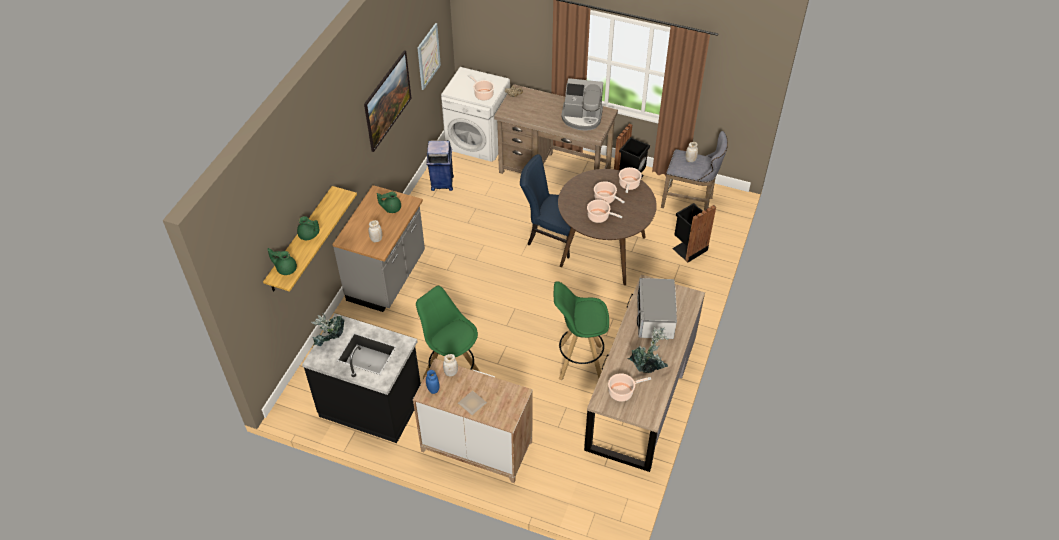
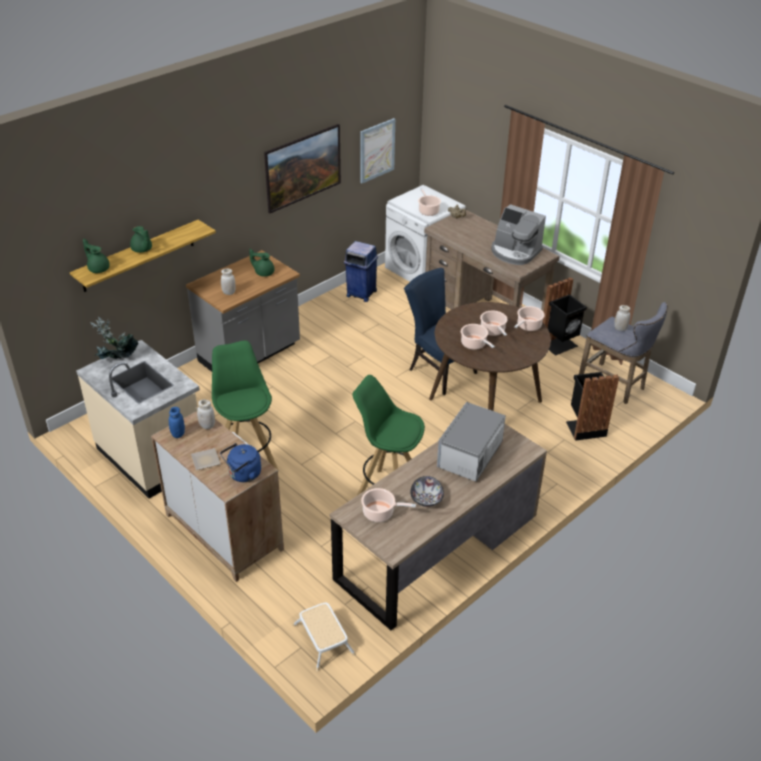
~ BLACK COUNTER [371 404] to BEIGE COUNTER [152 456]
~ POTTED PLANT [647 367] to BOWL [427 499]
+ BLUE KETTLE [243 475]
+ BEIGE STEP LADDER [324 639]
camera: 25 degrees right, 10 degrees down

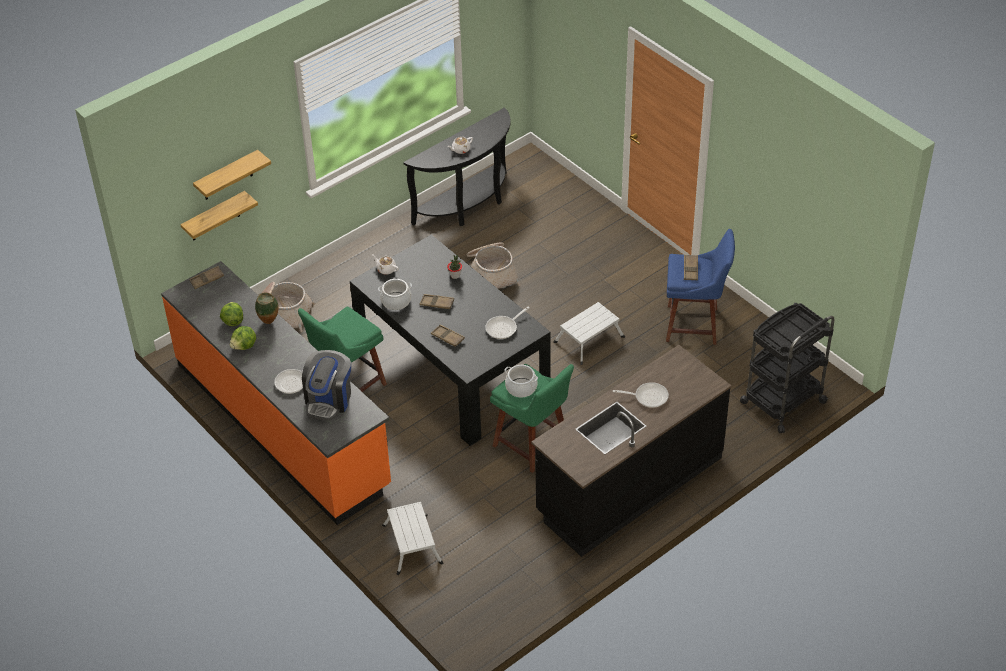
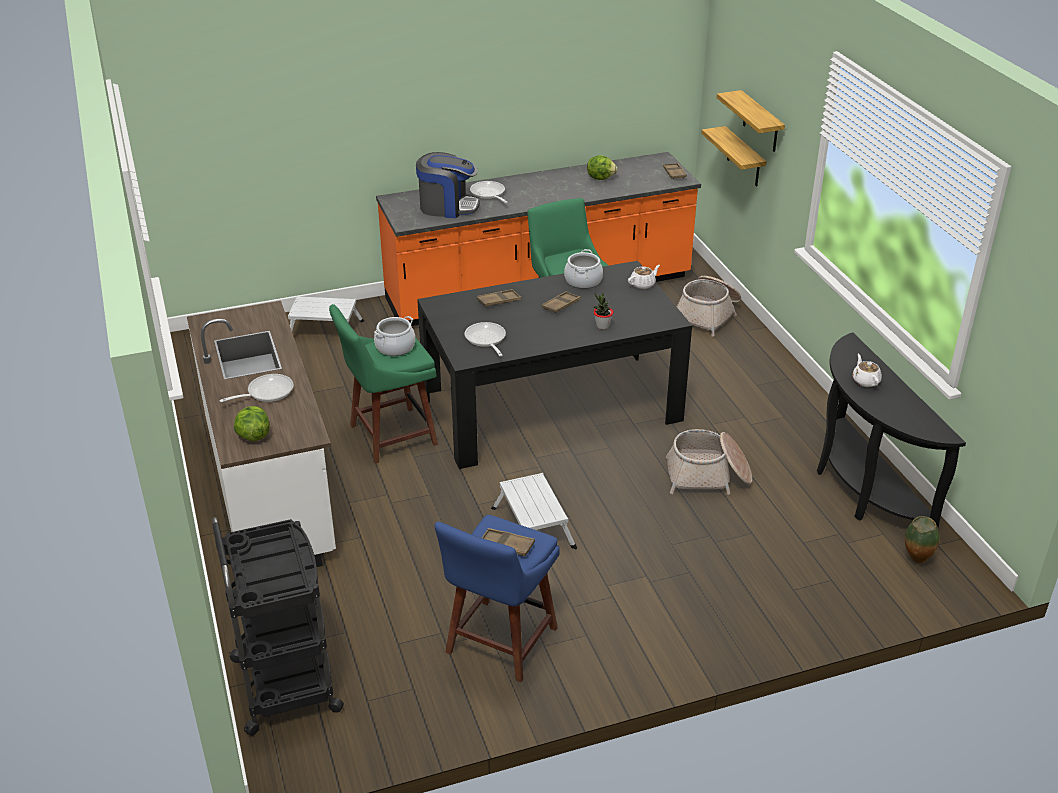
~ VASE [269 322] to [916 561]
~ LETTUCE [244 346] to [253 436]
~ BLACK COUNTER [629 485] to WHITE COUNTER [271 490]
~ COFFEE MACHINE [329 400] = [448 207] 150 degrees clockwise
~ FRYING PAN [648 397] = [266 392] 150 degrees counterclockwise
camera: 110 degrees right, 10 degrees down

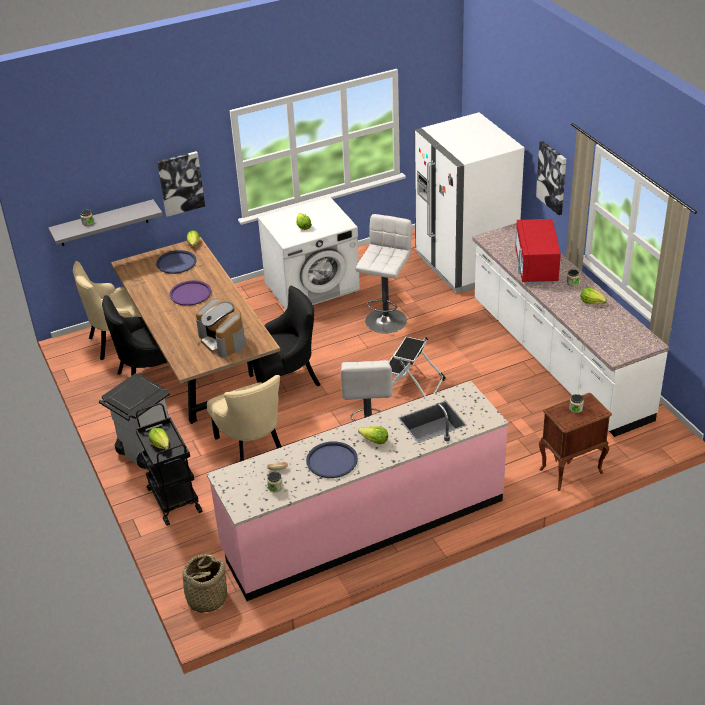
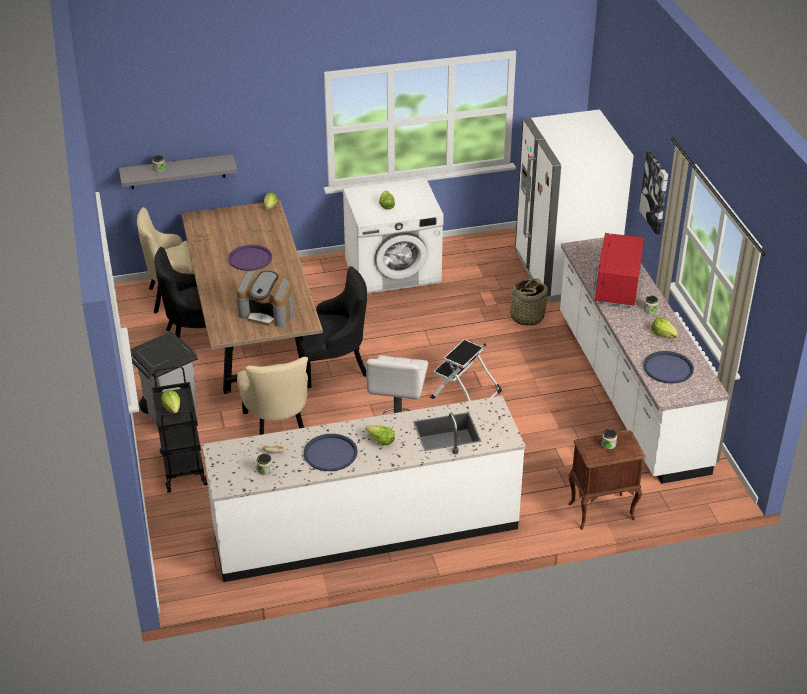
- PICTURE [180 183]
- WHITE STOOL [386 321]
~ BLUE TRAY [176 262] to [668 368]
~ COFFEE MACHINE [223 340] = [267 312] 45 degrees counterclockwise
~ PINK COUNTER [364 525] to WHITE COUNTER [365 528]
~ BASKET [206 598] to [526 317]
camera: 10 degrees right, 0 degrees up

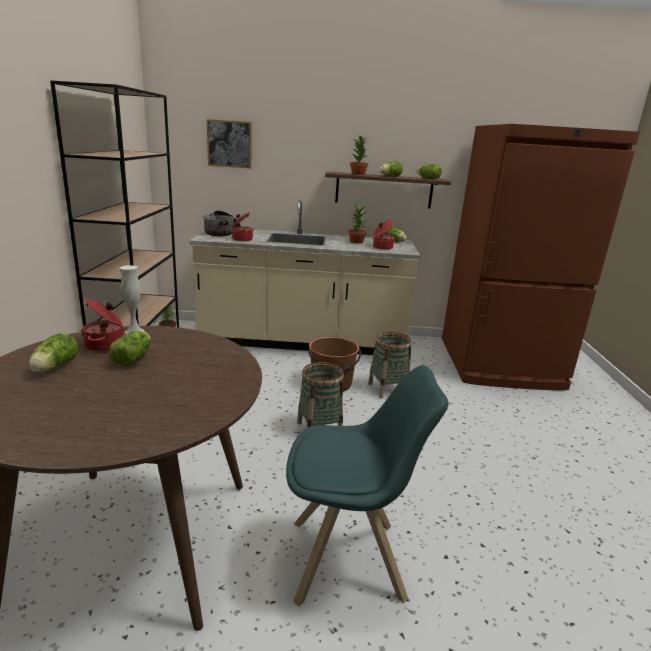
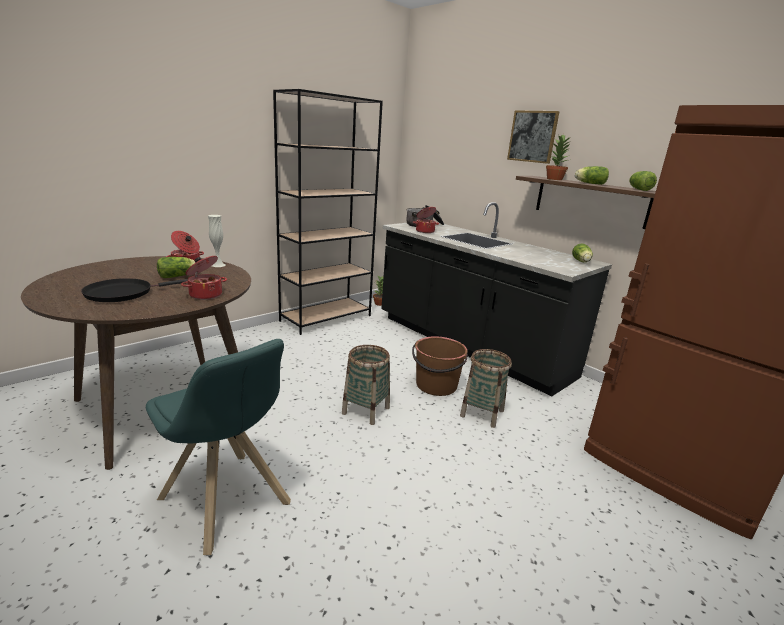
~ PICTURE [229 144] to [532 136]
~ BEIGE COUNTER [302 342] to BLACK COUNTER [469 346]
- POTTED PLANT [356 242]
~ COOKING POT [382 247] to [205 294]
- LETTUCE [53 367]
+ BLACK FRYING PAN [123 293]
camera: 45 degrees right, 0 degrees up

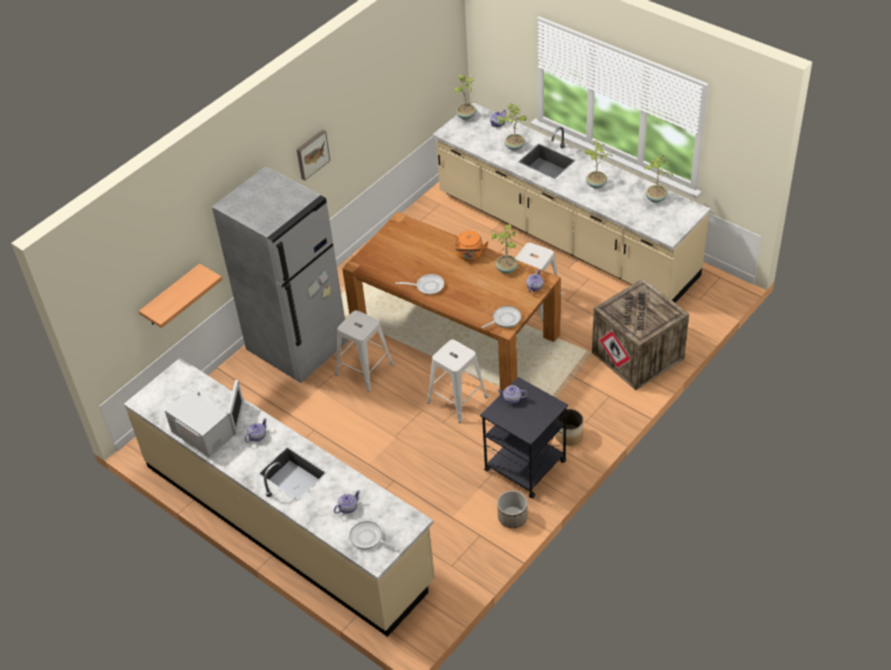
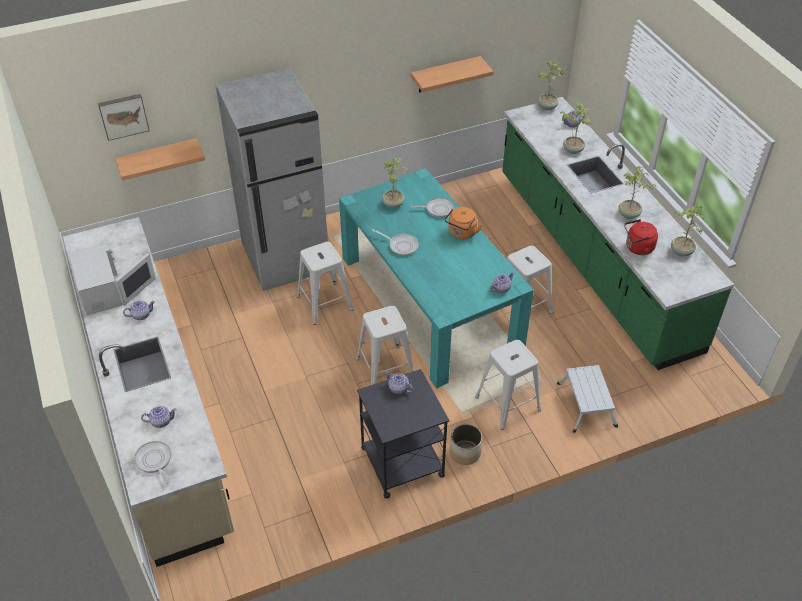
~ BEIGE COUNTER [565 236] to GREEN COUNTER [593 259]
~ PICTURE [311 154] to [123 116]
~ BROWN DINING TABLE [454 329] to TURQUOISE DINING TABLE [429 302]
~ POTTED PLANT [507 268] to [393 204]
~ CRATE [636 355] to WHITE STEP LADDER [586 404]
~ FRYING PAN [505 319] to [438 209]
- PLANTER [512 517]
+ SHELF [445 75]
+ RED KETTLE [637 248]
+ WHITE STOOL [507 403]
camera: 25 degrees right, 0 degrees up

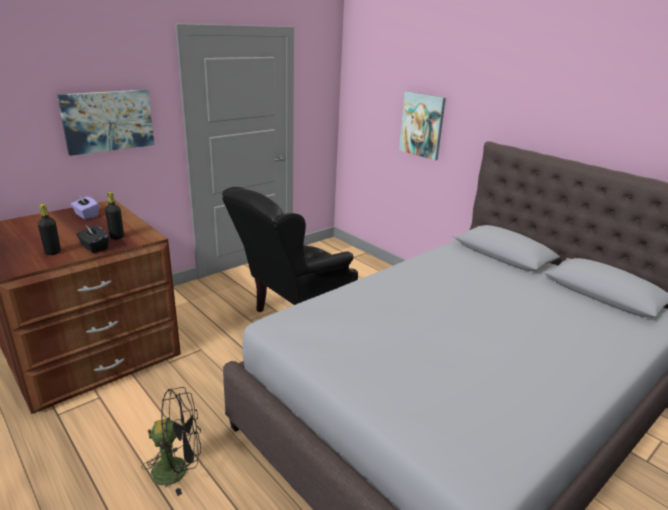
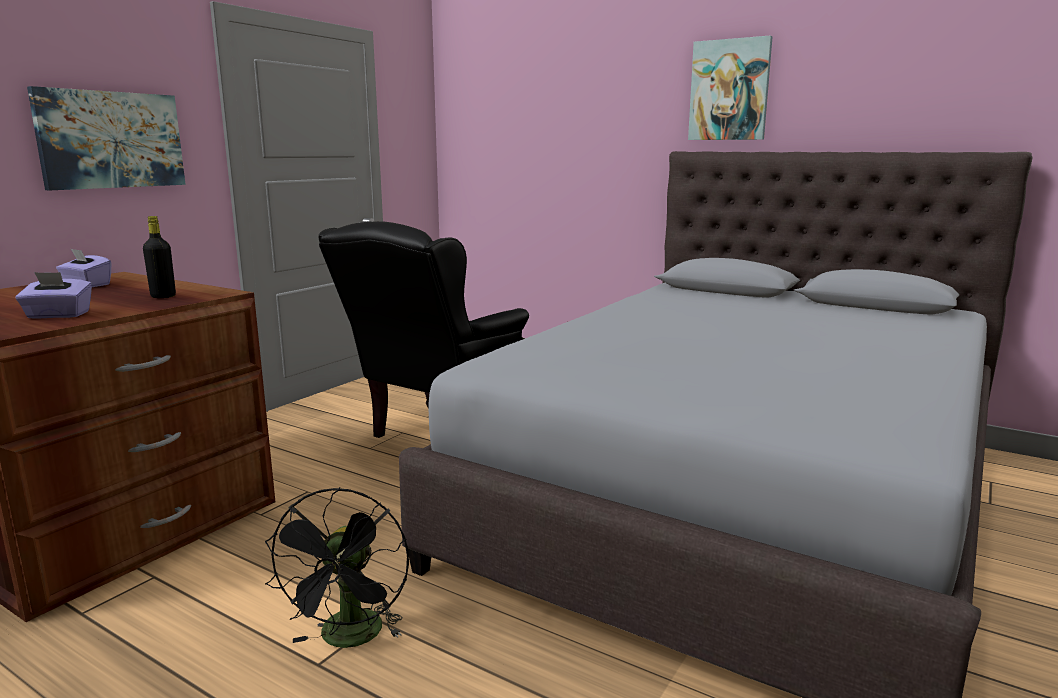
~ PICTURE [422 125] to [729 90]
~ BLACK BOTTLE [53 252] to PURPLE TISSUE BOX [58 315]
- BLACK TISSUE BOX [94 247]
~ BLACK FAN [178 469] = [350 639] 120 degrees clockwise
camera: 15 degrees left, 10 degrees down

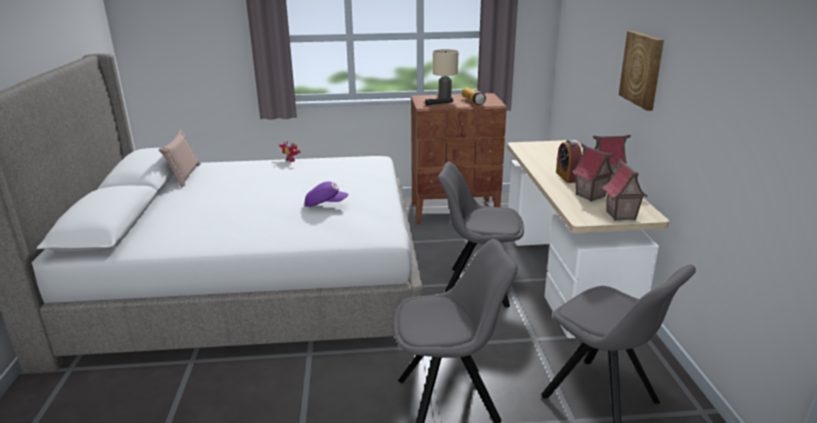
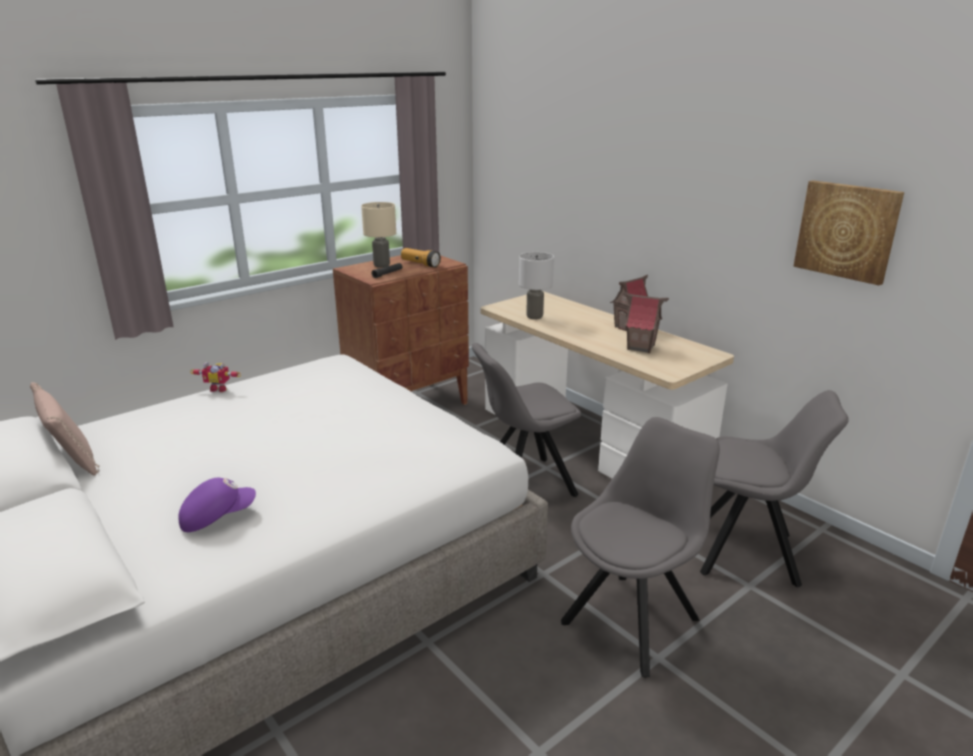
~ PICTURE [642 69] to [847 231]
- ALARM CLOCK [567 177]
- TOY HOUSE [620 215]
~ PURPLE CAP [326 204] to [217 517]
+ WHITE TABLE LAMP [534 316]
camera: 35 degrees left, 0 degrees up

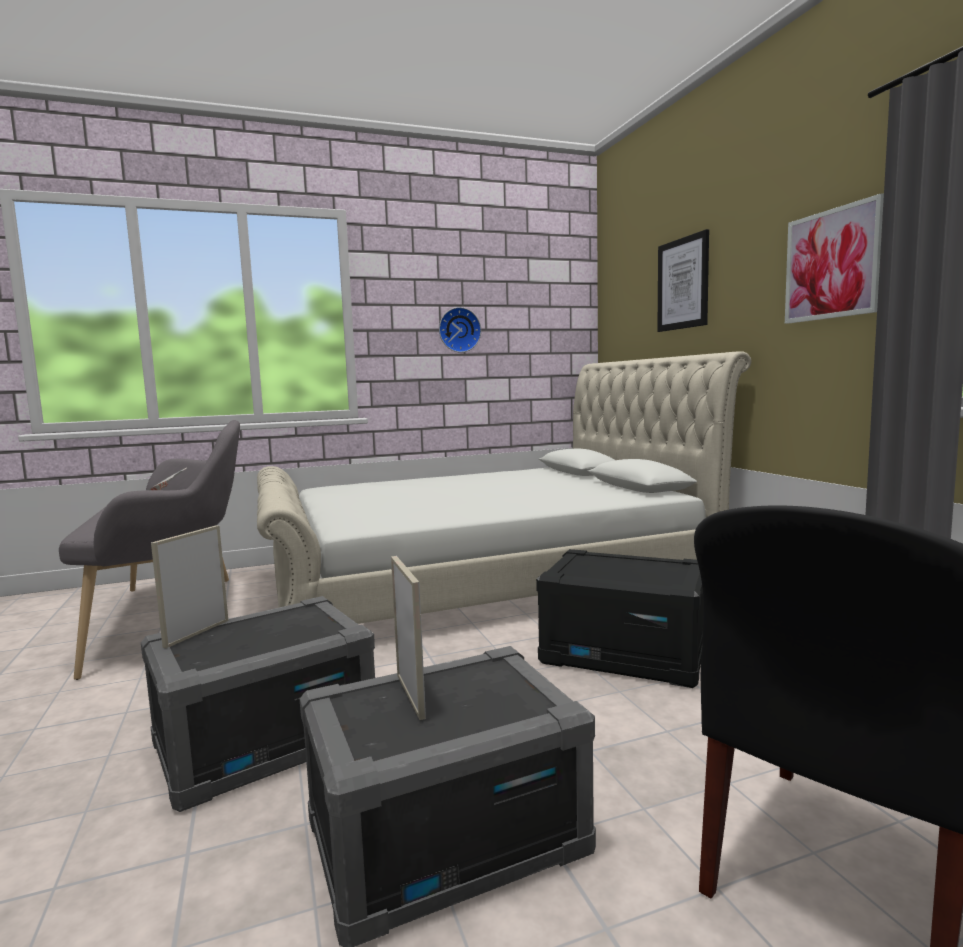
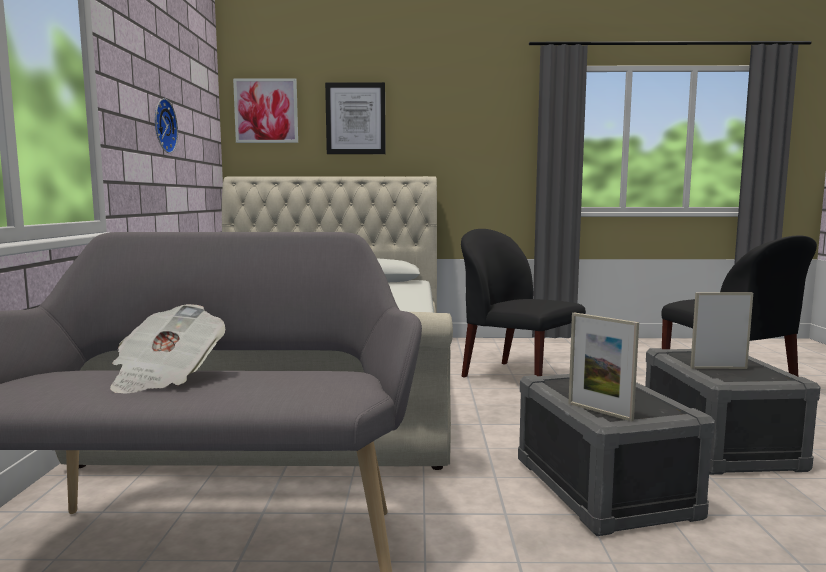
~ PICTURE [832 264] to [266 111]
~ BLACK STORAGE BOX [625 653] to BLACK CHAIR [517 378]
camera: 70 degrees left, 0 degrees up

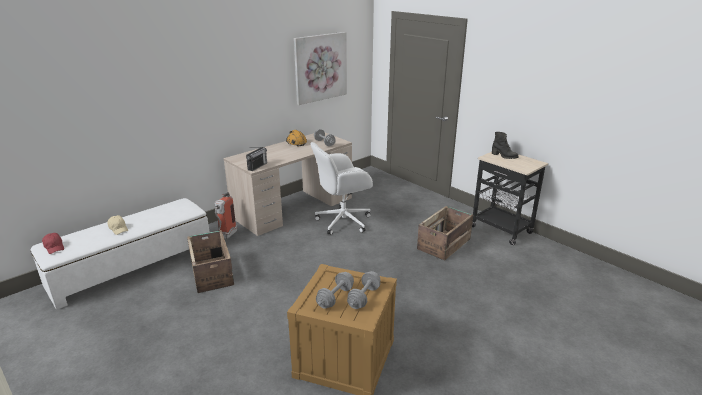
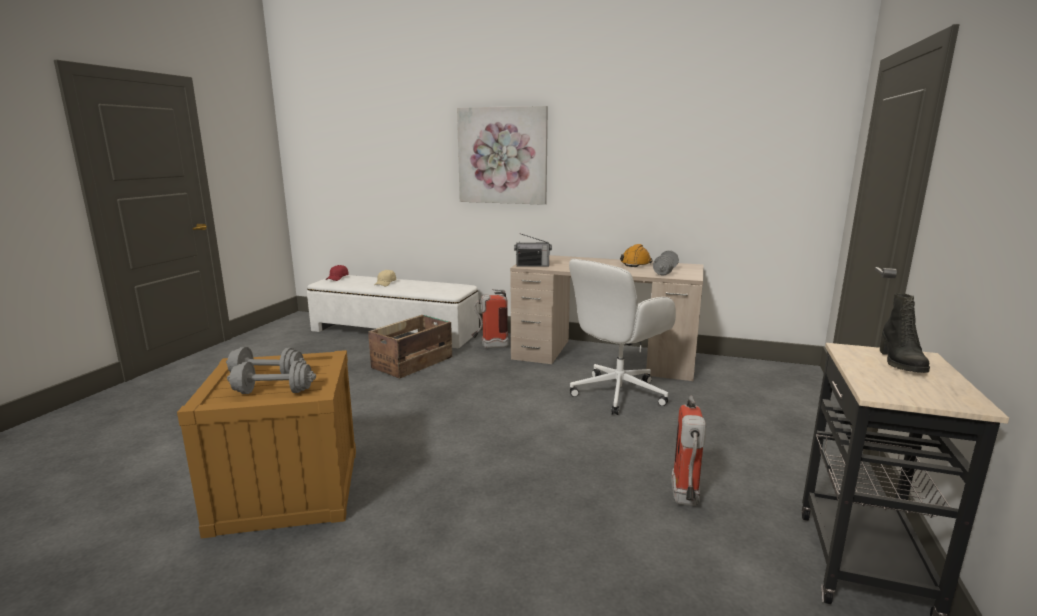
~ PICTURE [320 67] to [502 156]
~ WHITE OFFICE CHAIR [343 222] = [617 394] 75 degrees counterclockwise
~ CRATE [444 244] to FIRE EXTINGUISHER [685 500]
camera: 60 degrees right, 10 degrees down

